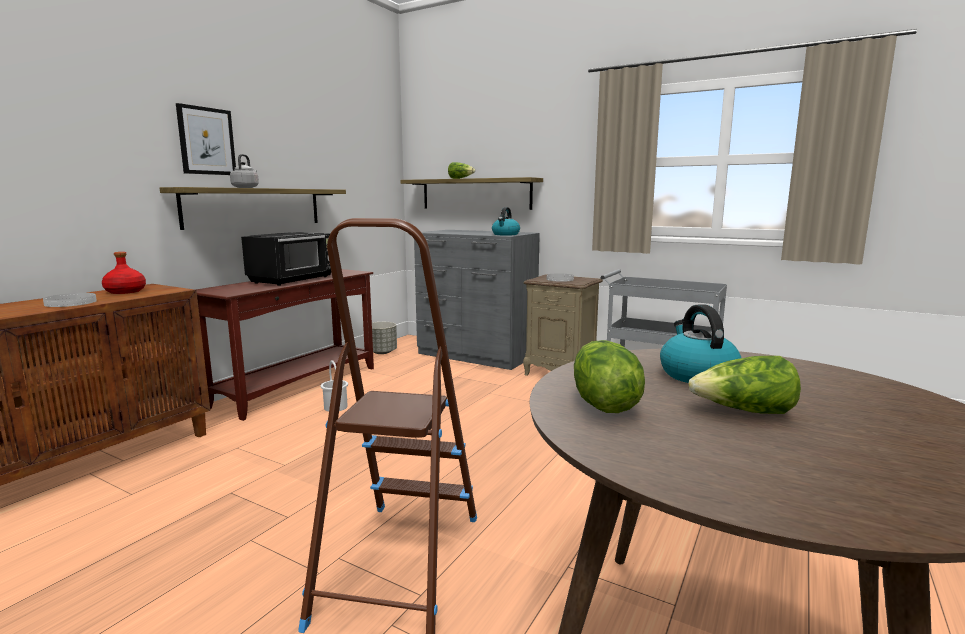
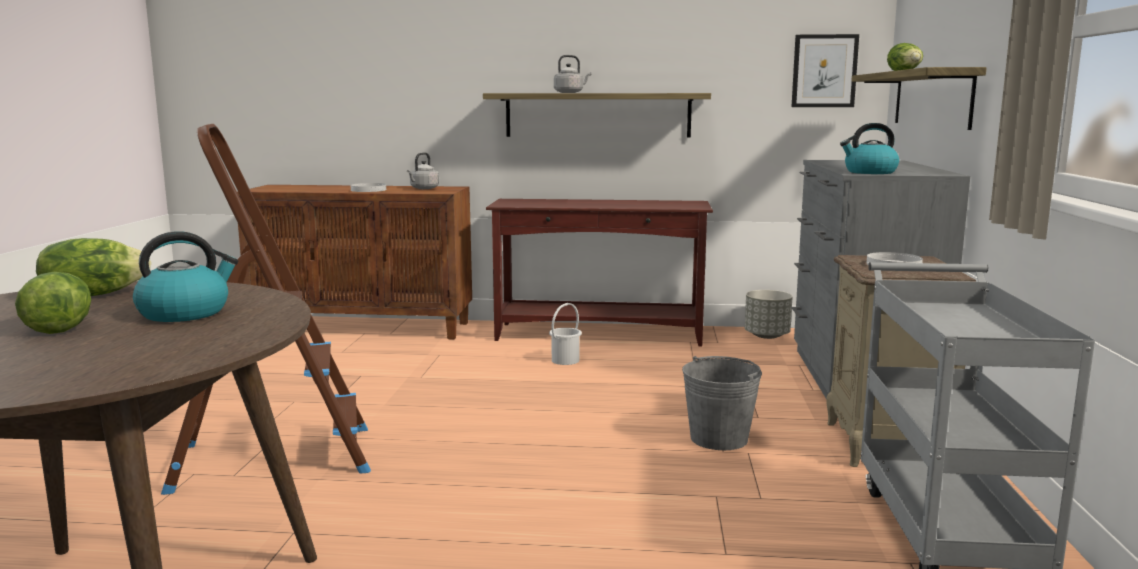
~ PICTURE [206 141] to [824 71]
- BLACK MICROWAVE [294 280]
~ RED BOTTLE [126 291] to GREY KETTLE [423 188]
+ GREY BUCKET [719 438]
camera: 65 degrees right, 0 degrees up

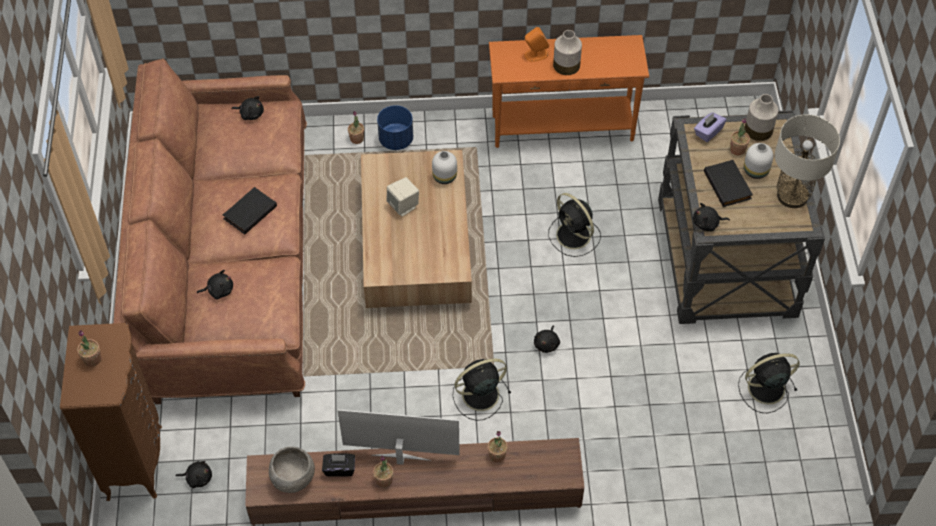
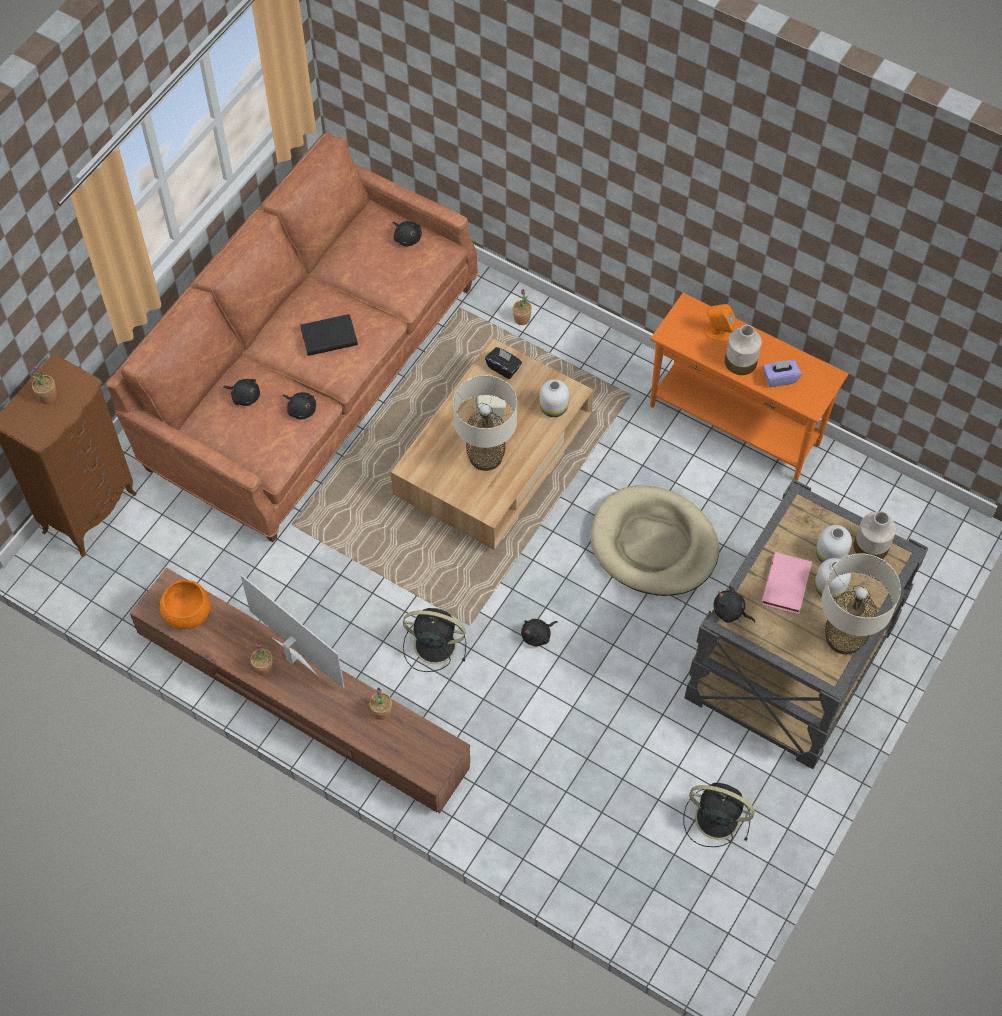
- BLUE PLANTER [396 139]
~ PURPLE TISSUE BOX [708 132] to [780 378]
~ POTTED PLANT [737 149] to WHITE VASE [830 554]
~ BLACK BOOK [728 185] to PINK BOOK [787 586]
~ BLACK FAN [574 236] to BEIGE DOG BED [653 544]
~ GREY BOWL [293 479] to ORANGE BOWL [188 615]
~ BLACK TISSUE BOX [339 469] to [503 368]
~ BLACK PLUSH TOY [197 478] to [301 409]
+ TABLE LAMP [486 456]
camera: 35 degrees right, 5 degrees up

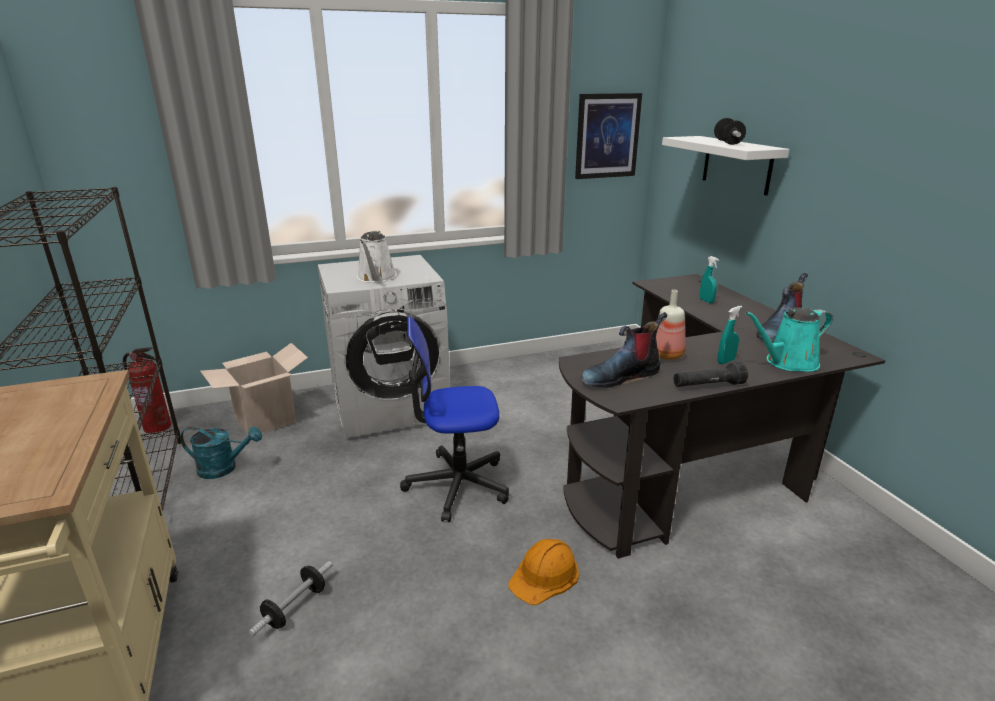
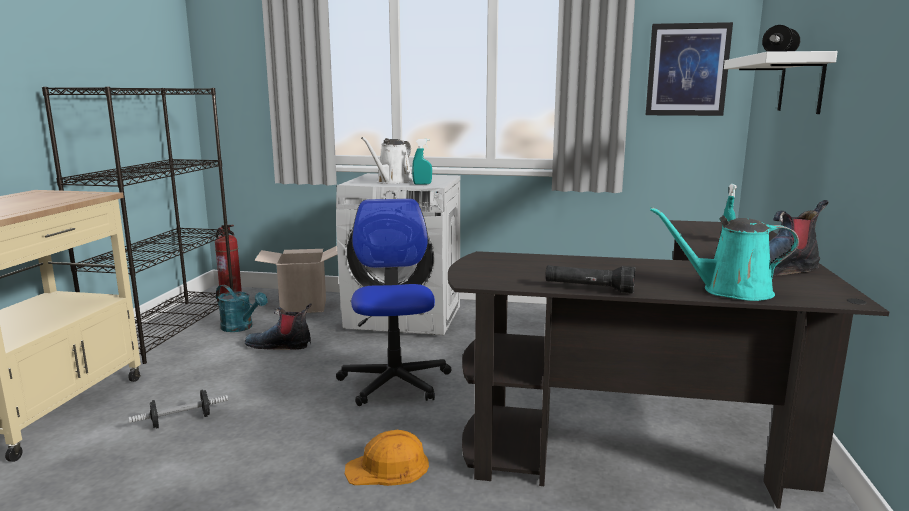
- BOTTLE [667 355]
~ TURQUOISE SPRAY BOTTLE [725 361] to [422 184]
~ BOOT [620 376] to [280 345]
~ OFFICE CHAIR [457 485] = [394 382] 60 degrees clockwise
camera: 30 degrees right, 10 degrees down

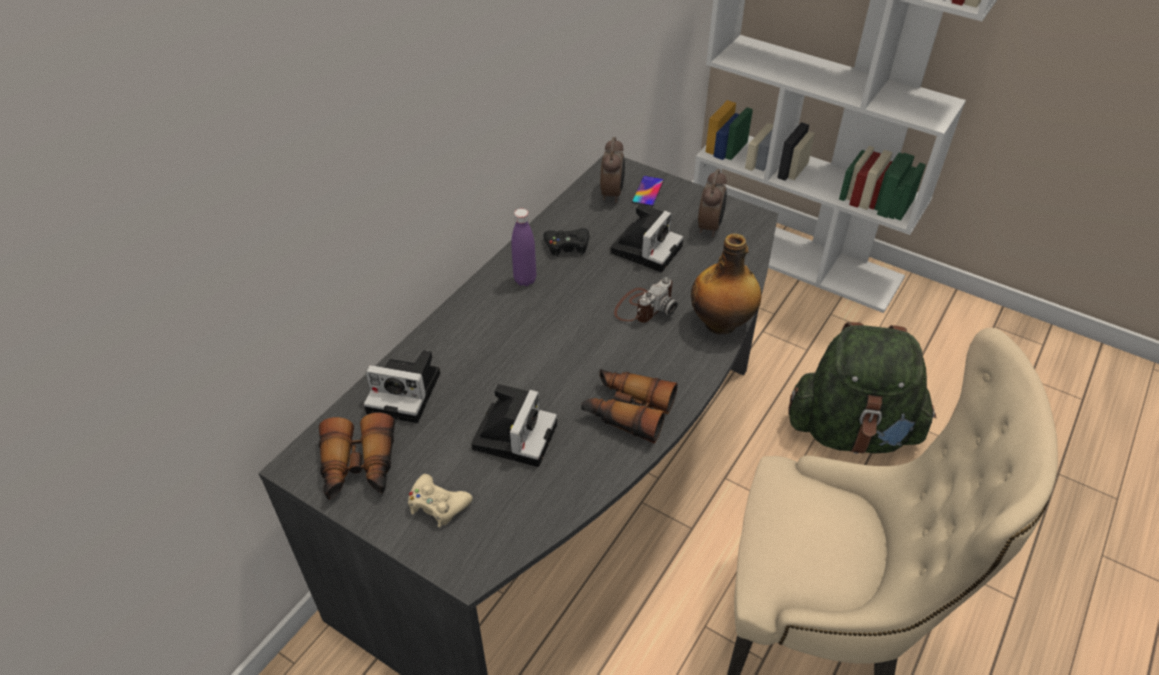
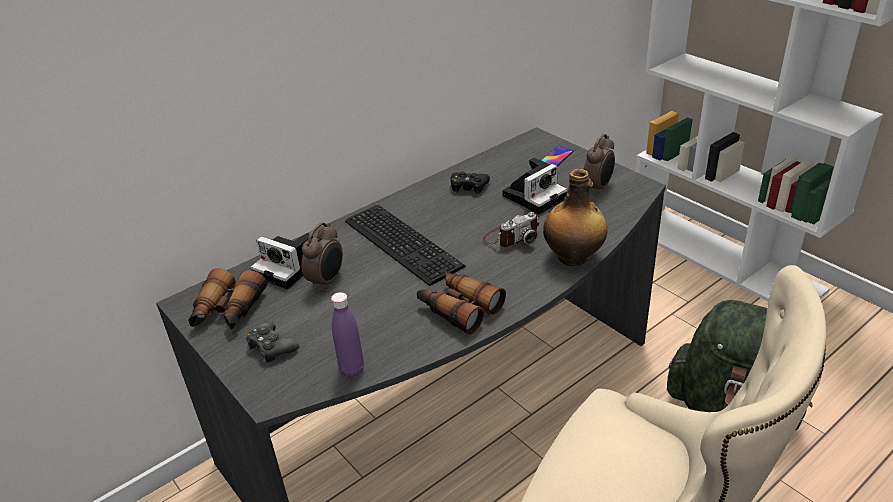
~ ALARM CLOCK [612 194] to [327 281]
~ PURPLE BOTTLE [525 280] to [352 369]
- PHOTO CAMERA [515 434]
~ BEIGE GAME CONTROLLER [438 505] to BLACK GAME CONTROLLER [271 347]
+ KEYBOARD [403 241]
camera: 20 degrees right, 10 degrees down

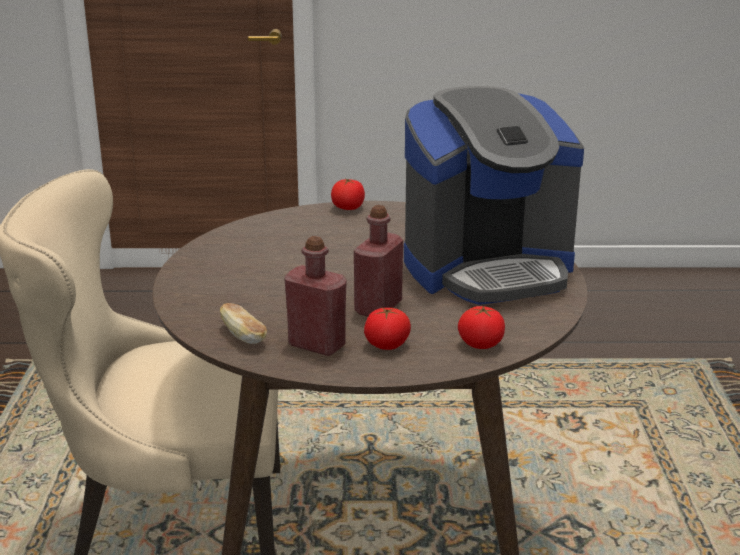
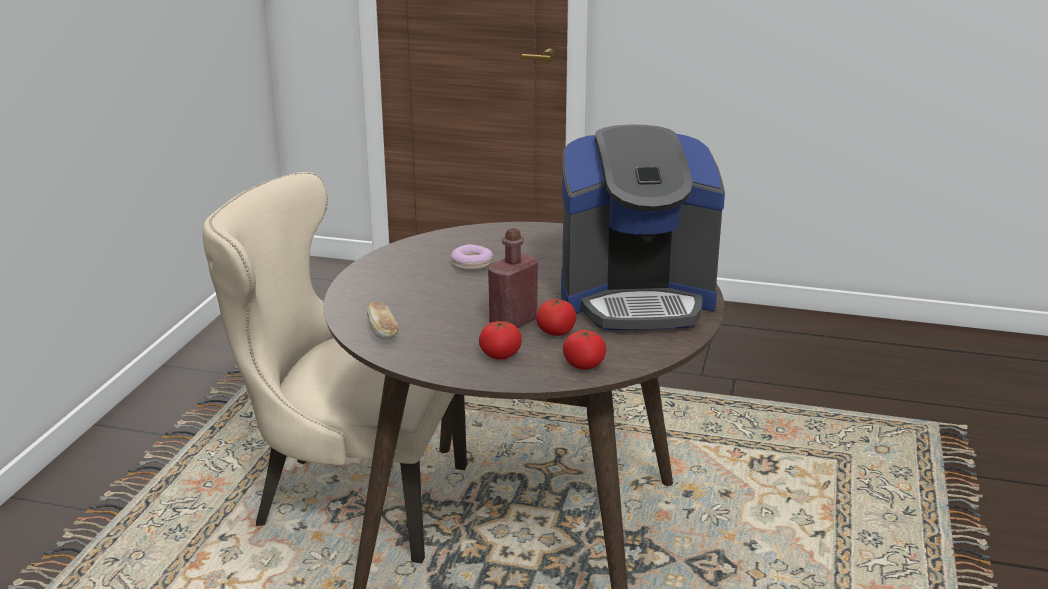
~ TOMATO [348 208] to [556 332]
- RED BOTTLE [317 345]
+ DONUT [472 264]
camera: 15 degrees right, 0 degrees up

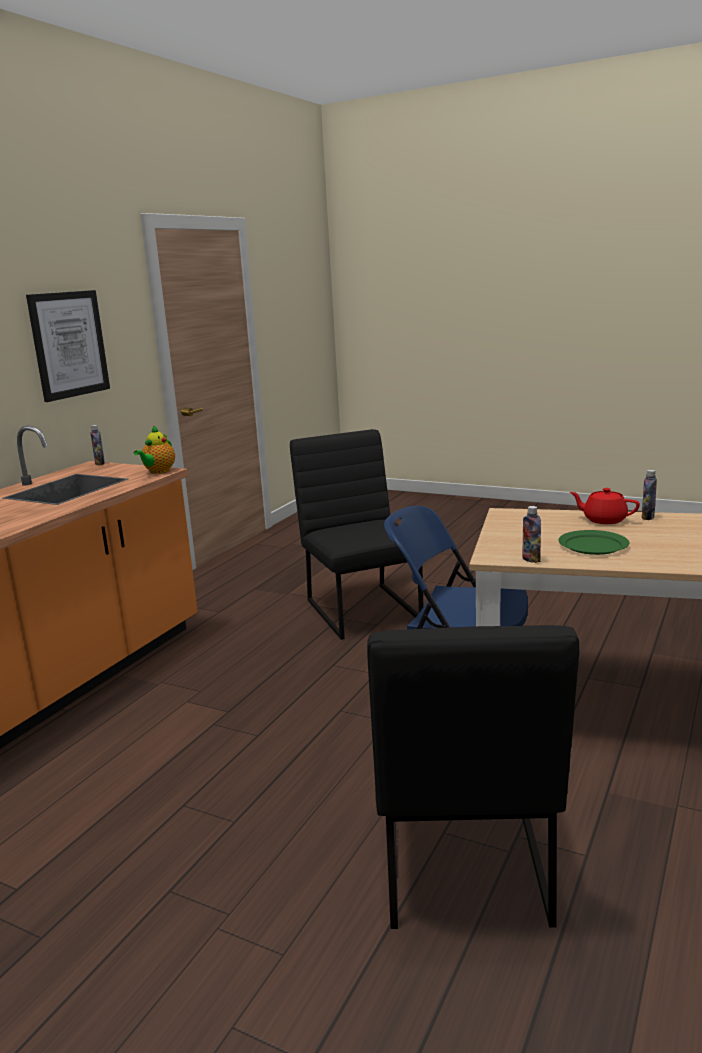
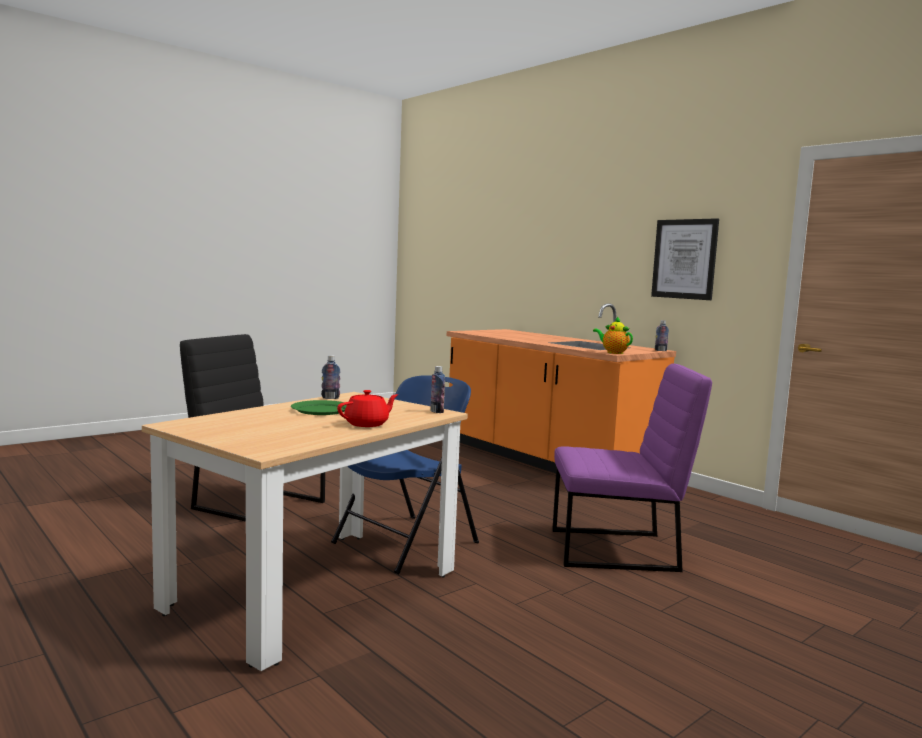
~ BLACK CHAIR [362 609] to PURPLE CHAIR [617 550]
~ BOTTLE [647 517] to [437 411]
camera: 110 degrees right, 10 degrees down

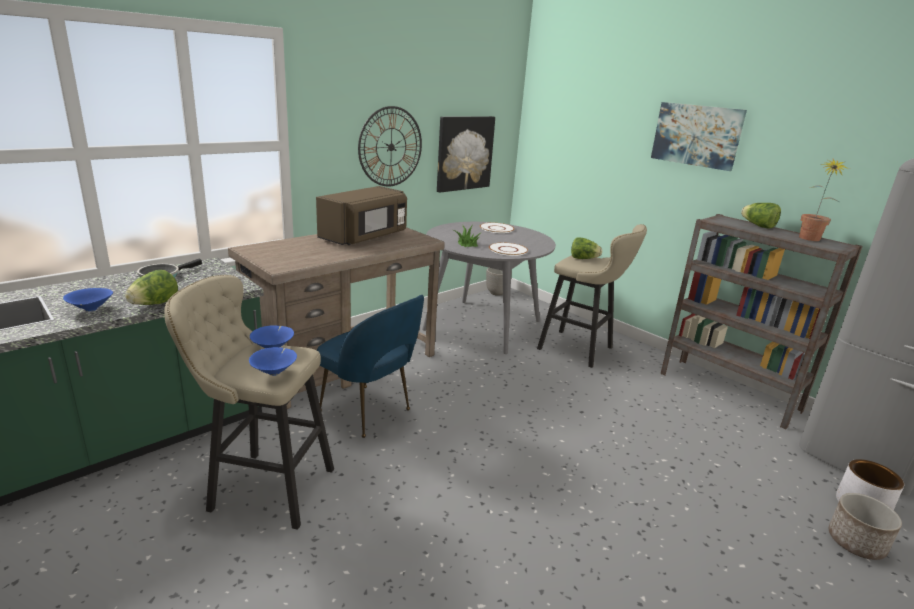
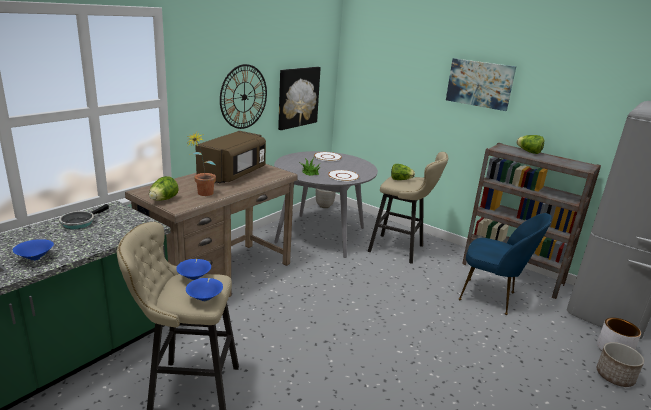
~ POTTED PLANT [809 239] to [202 194]
~ LETTUCE [154 304] to [163 200]
~ BLUE CHAIR [369 414] to [492 298]
camera: 10 degrees left, 0 degrees up

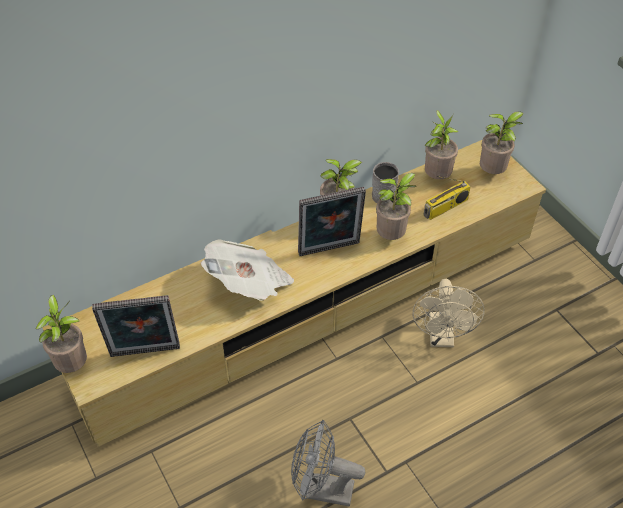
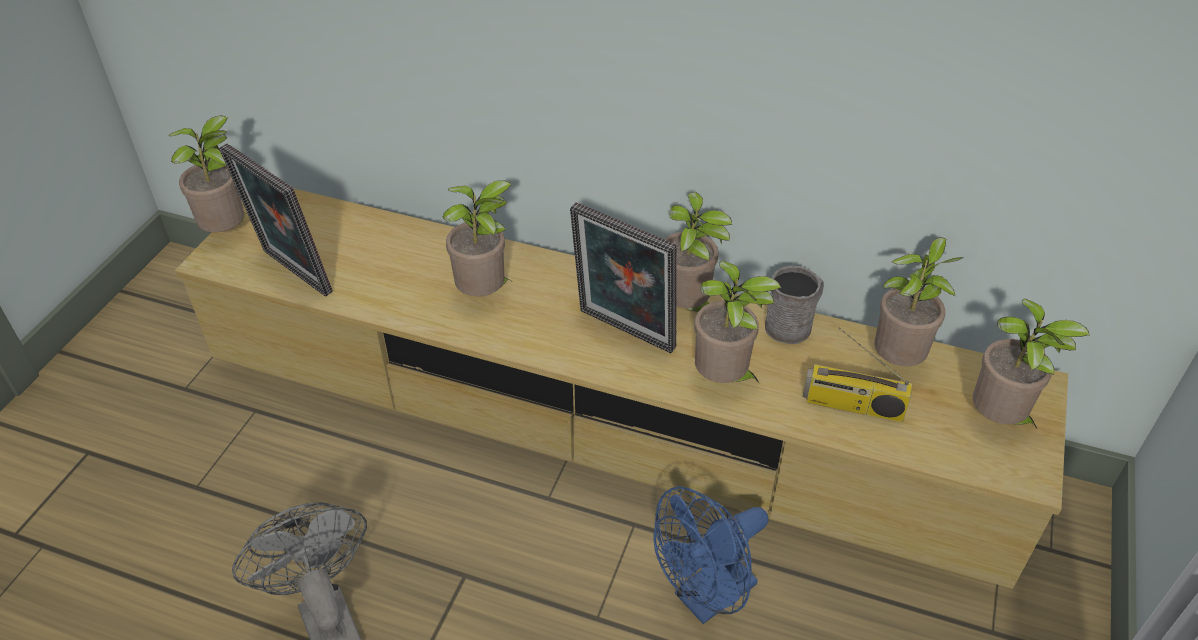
~ NEWSPAPER [249 284] to POTTED PLANT [485 294]
~ BEIGE FAN [442 337] to BLUE FAN [706 598]
camera: 50 degrees right, 5 degrees down

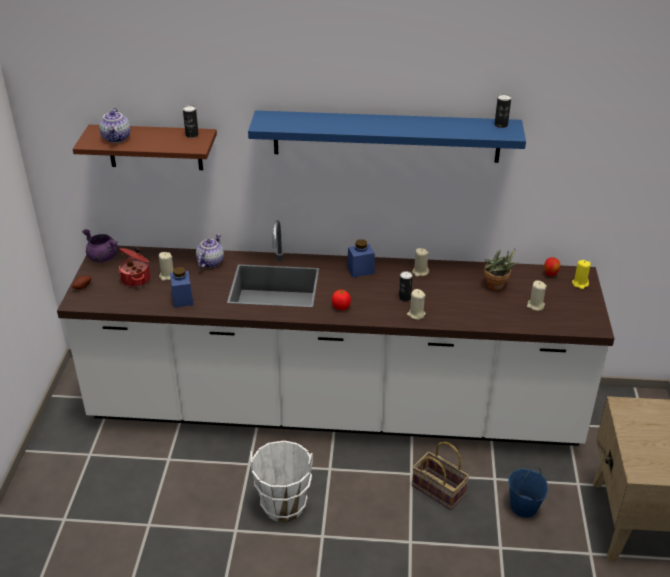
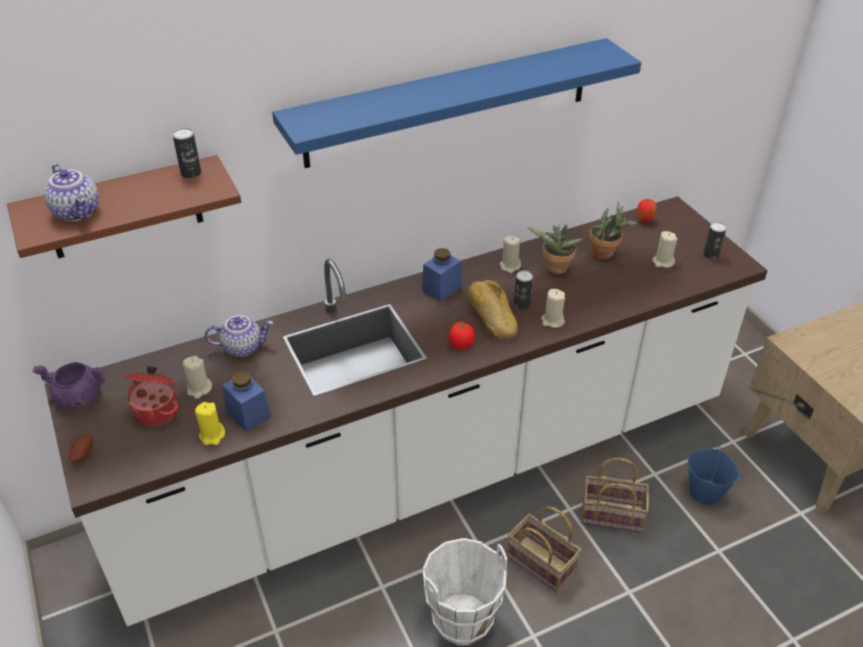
~ CAN [501 125] to [711 255]
~ TEAPOT [210 262] = [242 347] 90 degrees clockwise
~ YELLOW CANDLE [580 284] to [212 435]
+ POTTED PLANT [555 270]
+ BREAD [491 315]
+ BASKET [539 563]
camera: 30 degrees left, 5 degrees up

